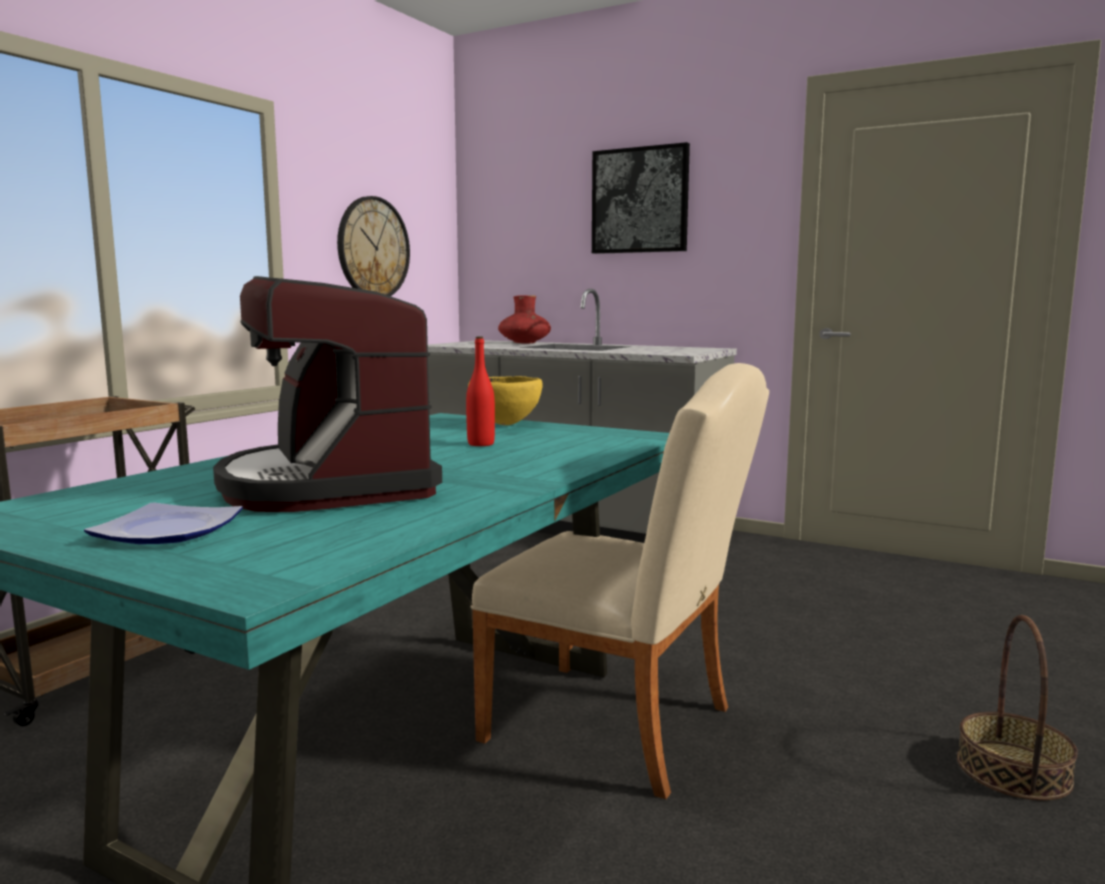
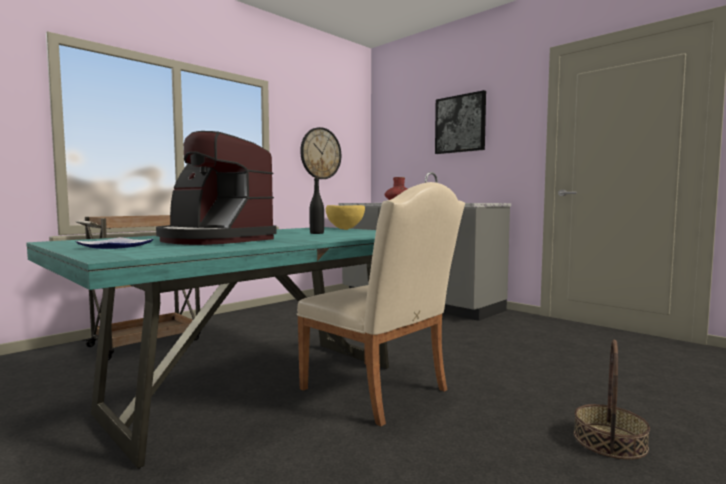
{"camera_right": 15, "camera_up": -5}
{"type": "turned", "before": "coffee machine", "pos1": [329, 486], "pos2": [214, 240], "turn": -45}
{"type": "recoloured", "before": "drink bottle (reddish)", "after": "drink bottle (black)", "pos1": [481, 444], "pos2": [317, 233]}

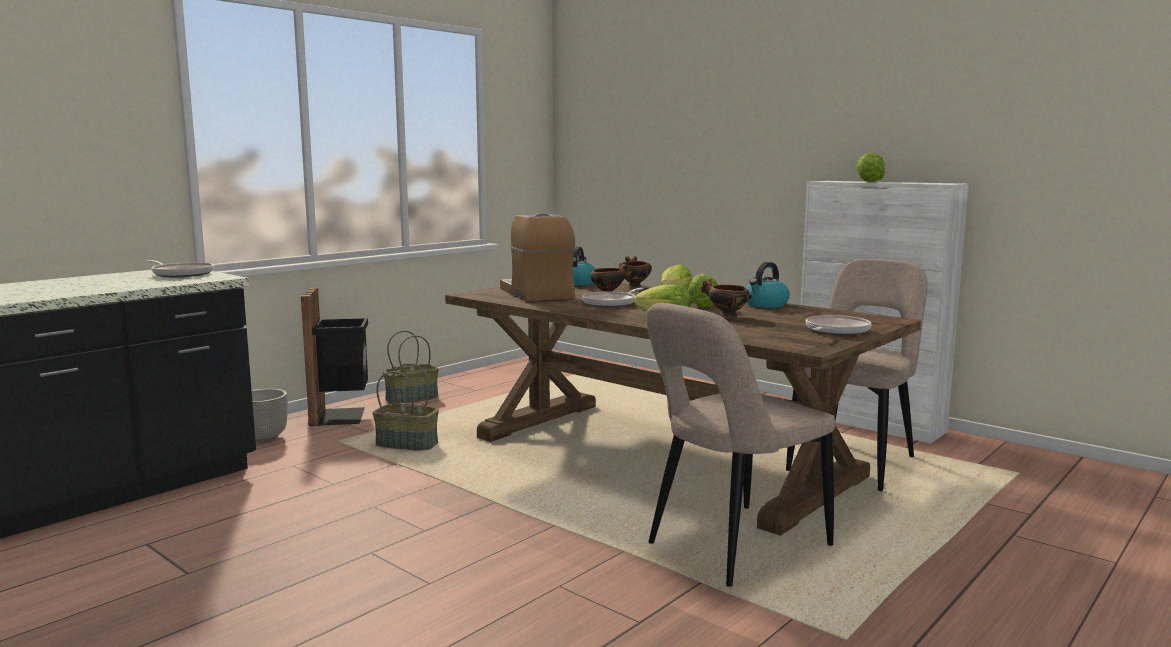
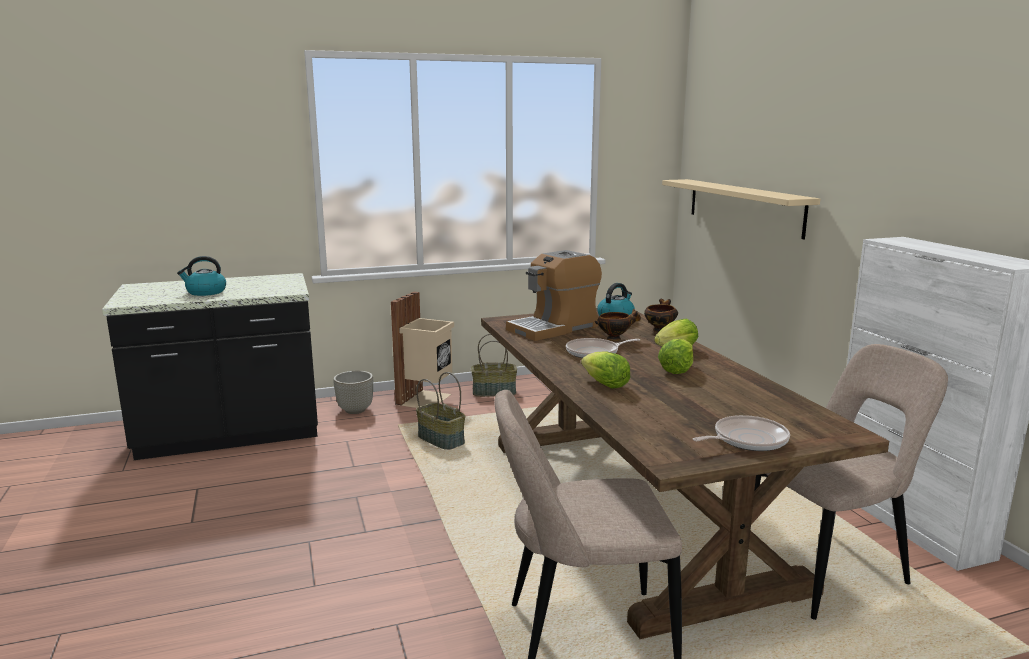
{"camera_right": 30, "camera_up": 5}
{"type": "removed", "before": "lettuce", "pos1": [868, 182]}
{"type": "turned", "before": "coffee machine", "pos1": [536, 293], "pos2": [554, 328], "turn": -135}
{"type": "removed", "before": "pan", "pos1": [181, 274]}
{"type": "moved", "before": "tea kettle", "pos1": [765, 305], "pos2": [205, 292]}
{"type": "removed", "before": "bowl", "pos1": [726, 316]}
{"type": "recoloured", "before": "rubbish bin (black)", "after": "rubbish bin (beige-coloured)", "pos1": [341, 416], "pos2": [426, 399]}
{"type": "added", "after": "shelf (beige-coloured)", "pos2": [743, 206]}

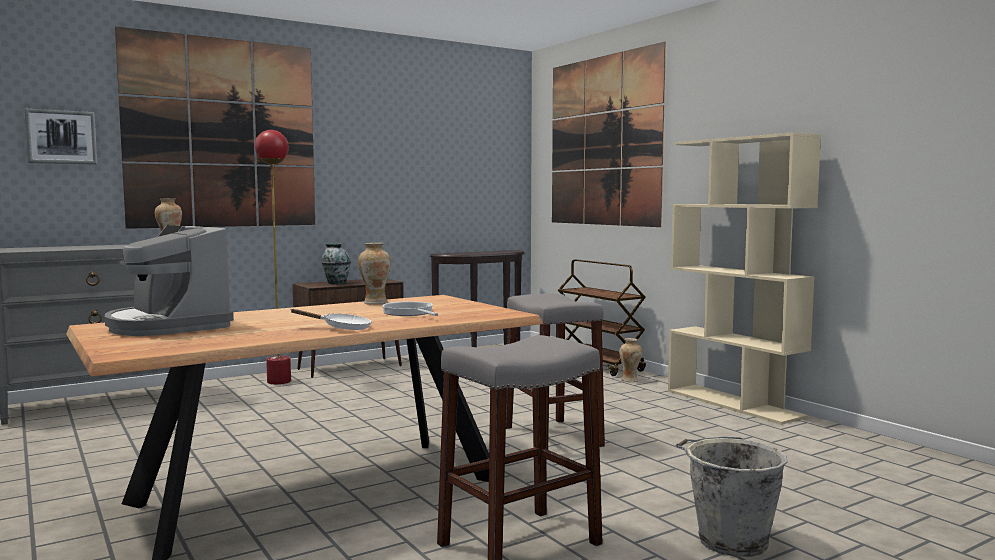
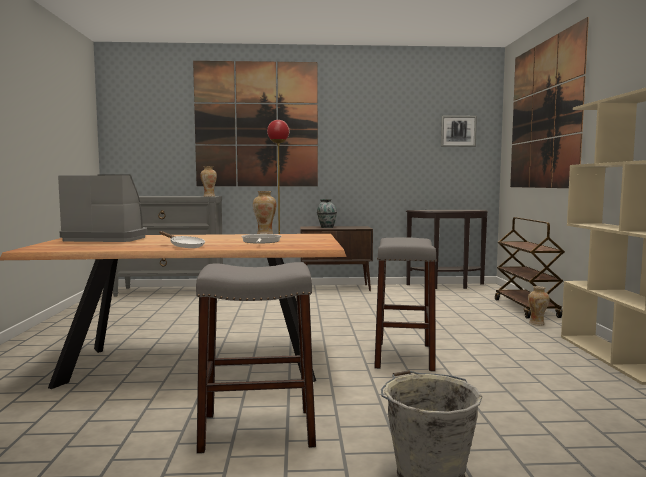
{"camera_right": 30, "camera_up": 0}
{"type": "moved", "before": "wall picture", "pos1": [61, 137], "pos2": [458, 131]}
{"type": "turned", "before": "coffee machine", "pos1": [168, 326], "pos2": [108, 238], "turn": 105}

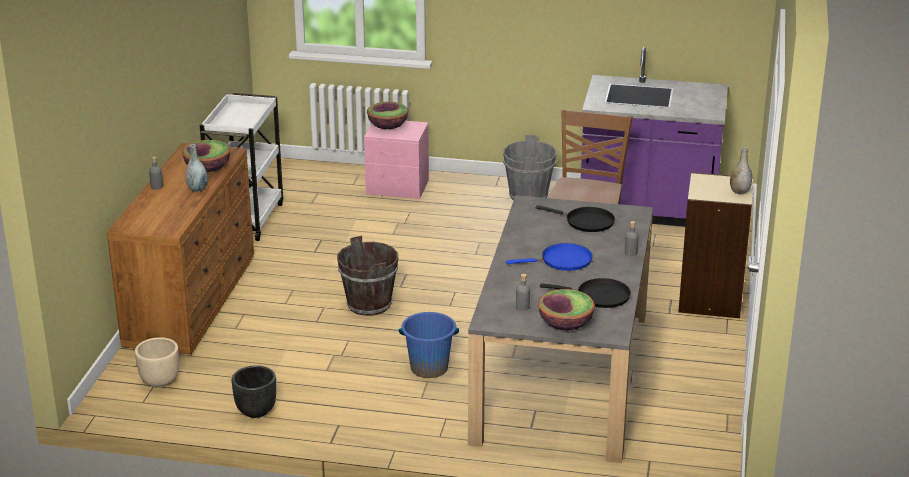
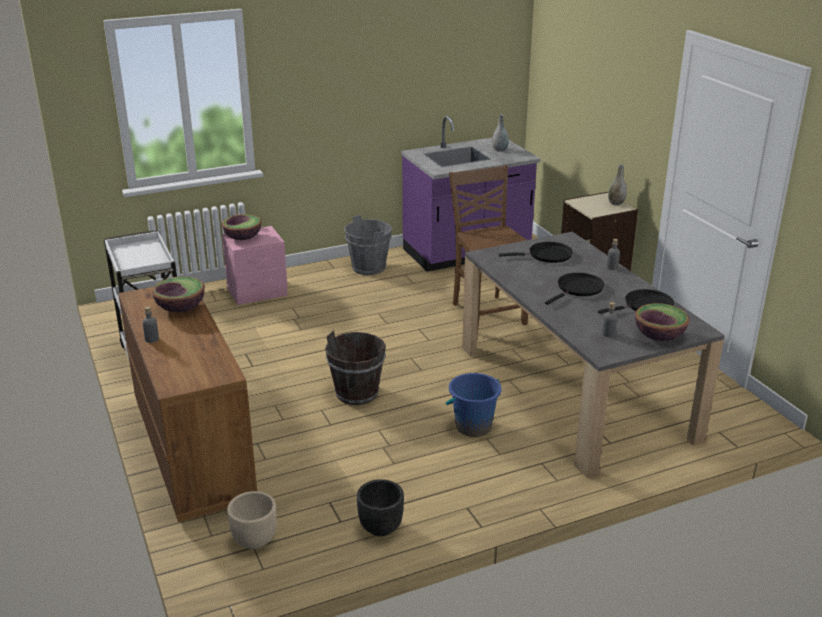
{"camera_right": -35, "camera_up": 0}
{"type": "moved", "before": "vase (greyish)", "pos1": [197, 189], "pos2": [499, 150]}
{"type": "recoloured", "before": "pan (blue-coloured)", "after": "pan (black)", "pos1": [563, 261], "pos2": [578, 289]}

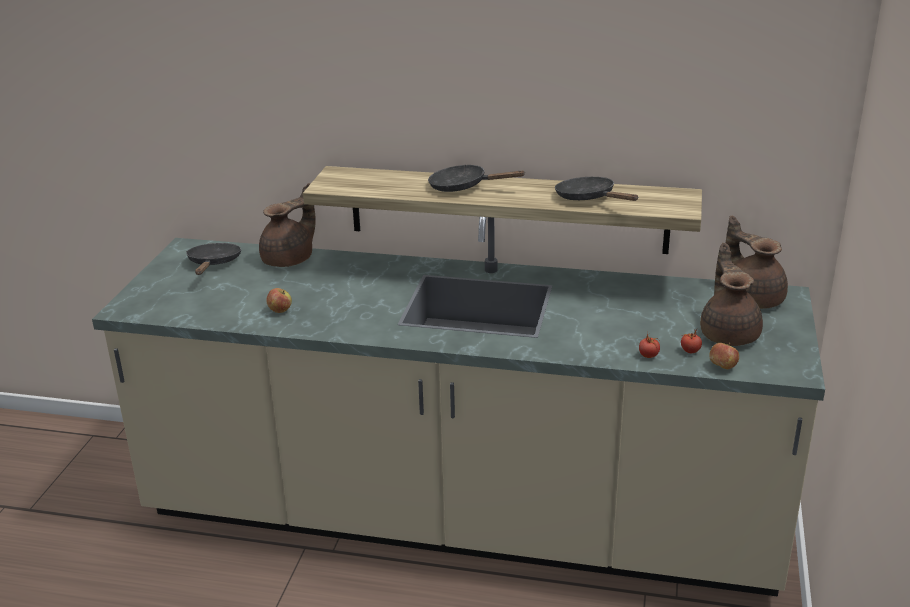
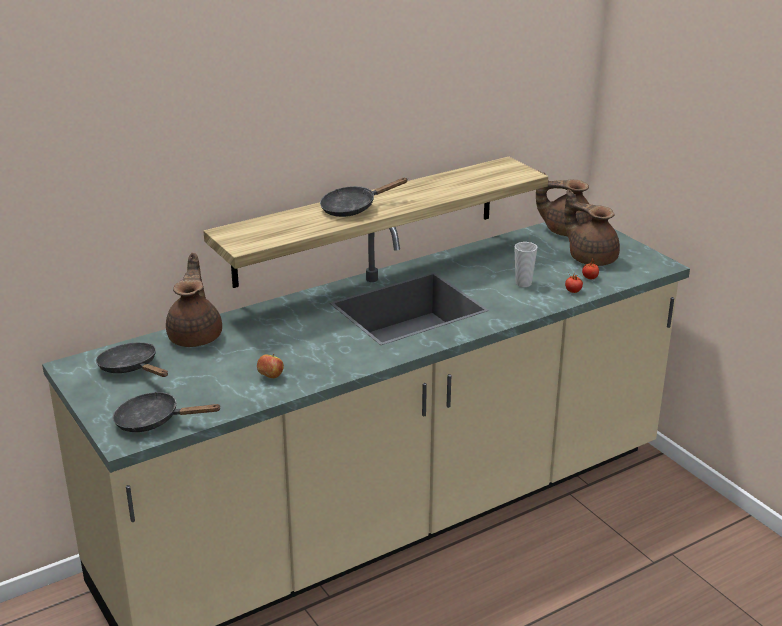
{"camera_right": -45, "camera_up": 0}
{"type": "moved", "before": "pan (black)", "pos1": [589, 198], "pos2": [154, 421]}
{"type": "removed", "before": "apple fruit", "pos1": [722, 367]}
{"type": "added", "after": "cup", "pos2": [523, 283]}

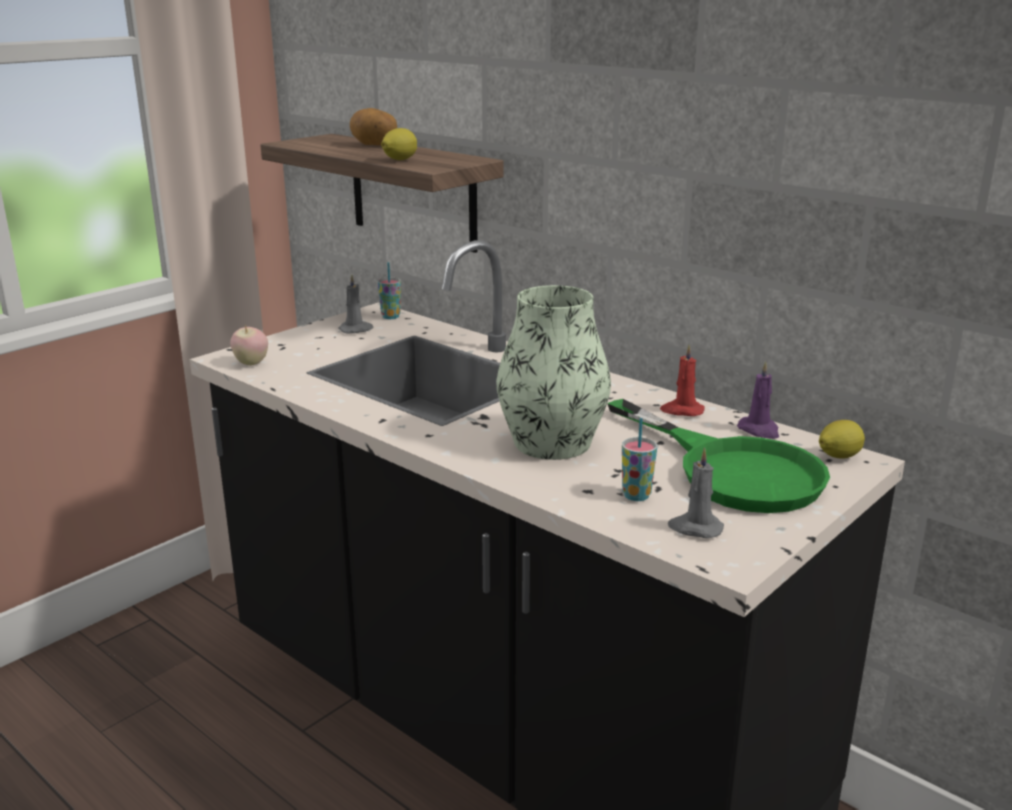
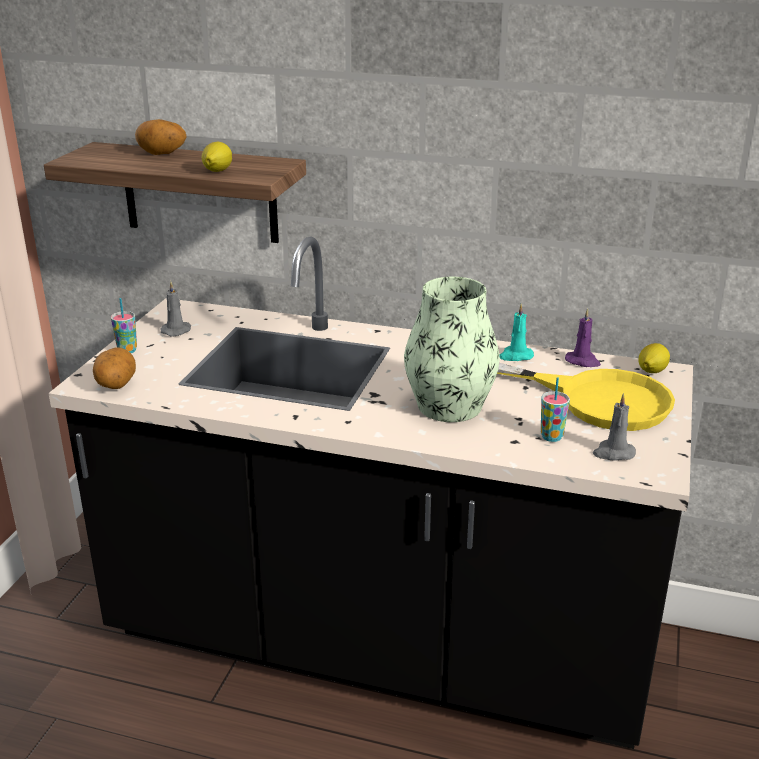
{"camera_right": -25, "camera_up": 5}
{"type": "moved", "before": "cup", "pos1": [390, 317], "pos2": [127, 351]}
{"type": "replaced", "before": "apple fruit", "after": "whole potato", "pos1": [251, 363], "pos2": [116, 385]}
{"type": "recoloured", "before": "wax light (reddish)", "after": "wax light (blue-green)", "pos1": [681, 410], "pos2": [515, 356]}
{"type": "recoloured", "before": "pan (green)", "after": "pan (yellow-coloured)", "pos1": [731, 470], "pos2": [594, 399]}

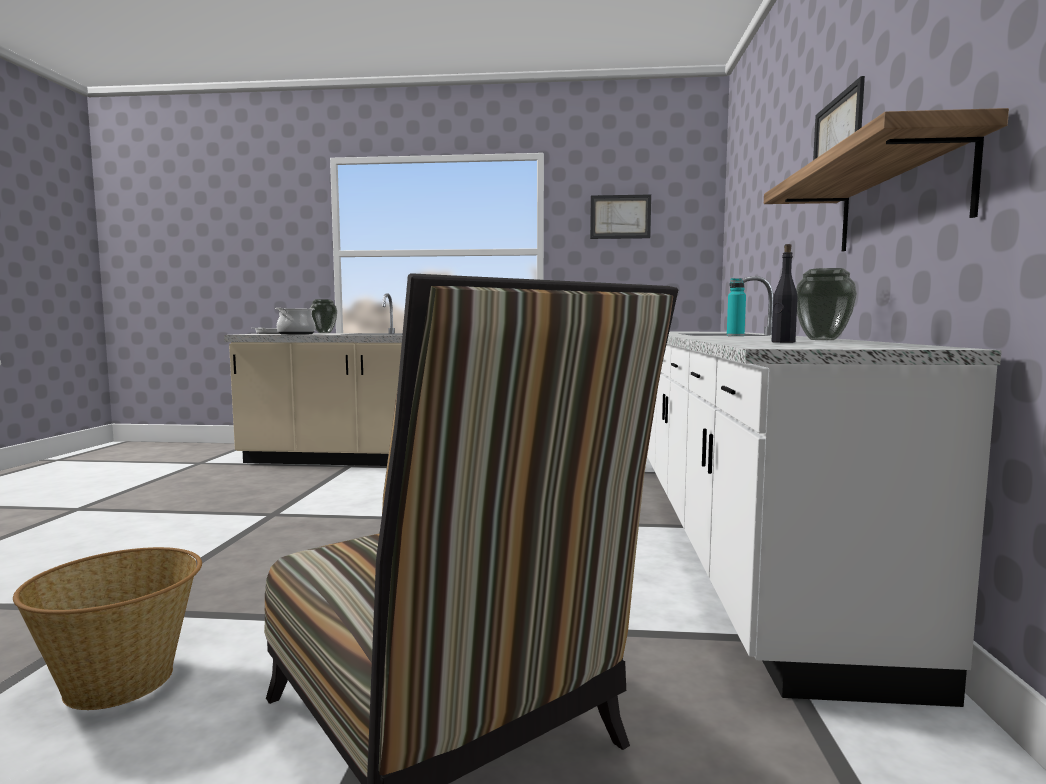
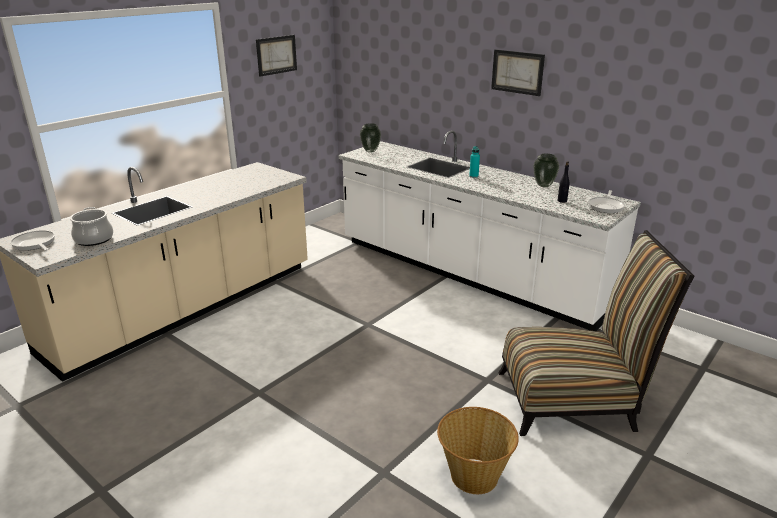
{"camera_right": -55, "camera_up": 20}
{"type": "removed", "before": "shelf", "pos1": [899, 199]}
{"type": "moved", "before": "vase", "pos1": [324, 333], "pos2": [370, 151]}
{"type": "added", "after": "pan", "pos2": [606, 206]}

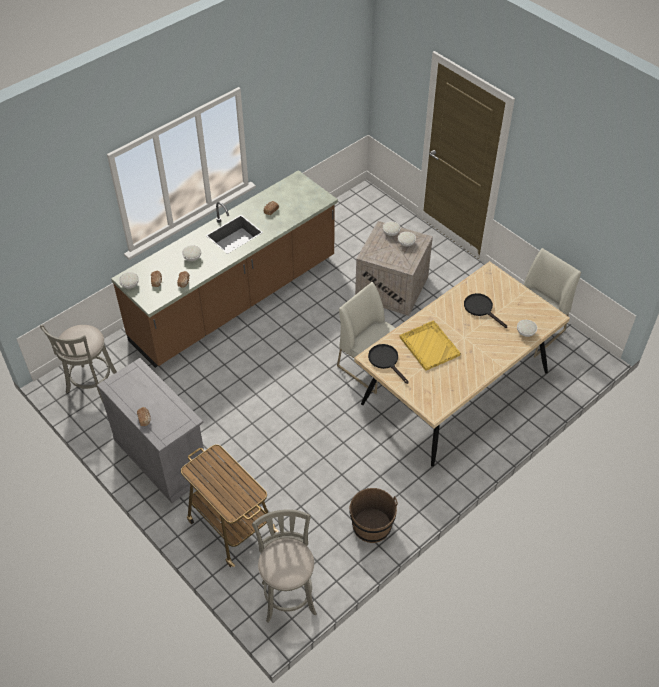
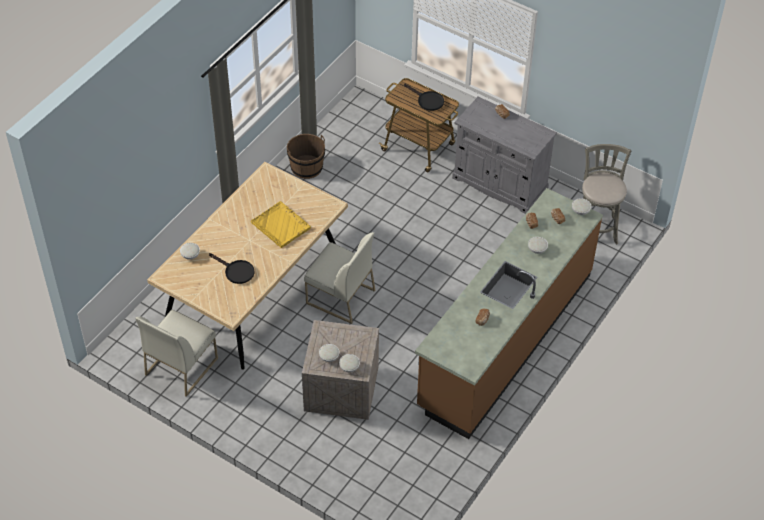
{"camera_right": 165, "camera_up": 0}
{"type": "moved", "before": "pan (black)", "pos1": [386, 361], "pos2": [427, 100]}
{"type": "removed", "before": "stool (greyish)", "pos1": [288, 595]}

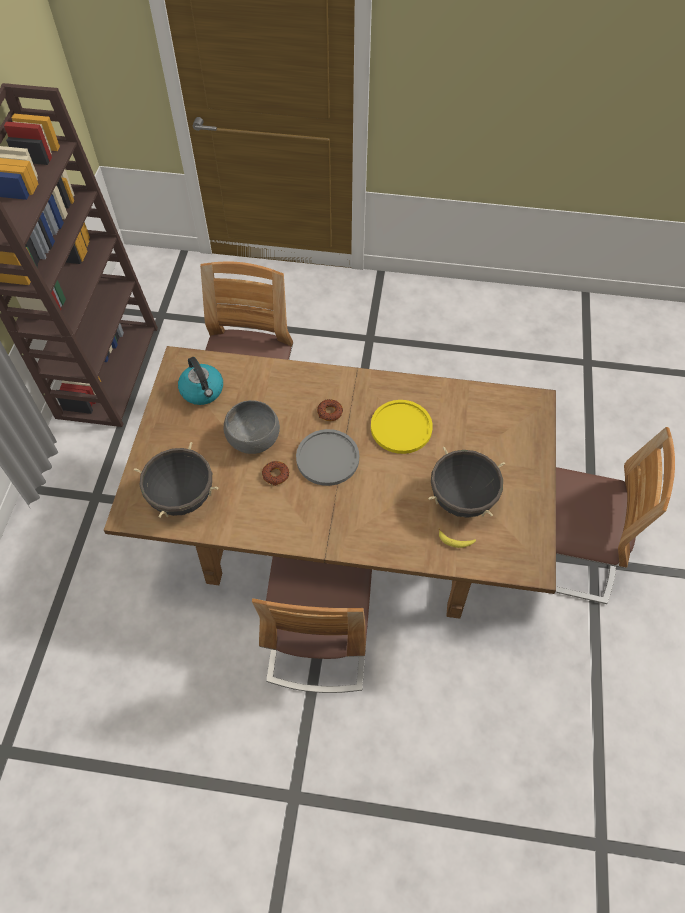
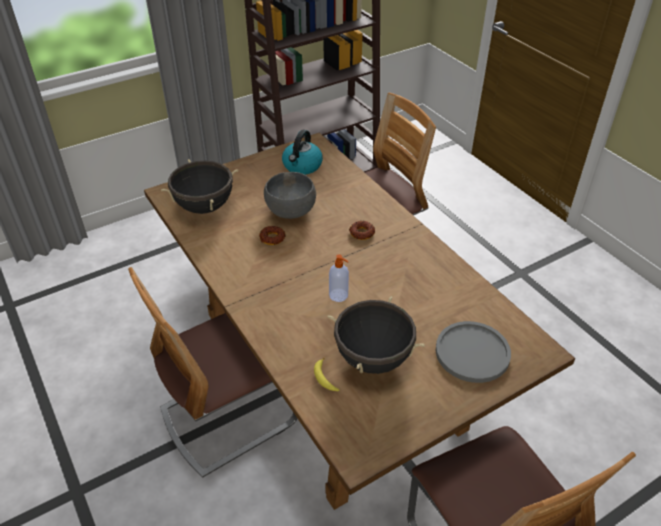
{"camera_right": 50, "camera_up": -15}
{"type": "removed", "before": "plate (yellow-coloured)", "pos1": [401, 427]}
{"type": "moved", "before": "plate (greyish)", "pos1": [327, 458], "pos2": [472, 353]}
{"type": "added", "after": "soap bottle", "pos2": [339, 295]}

